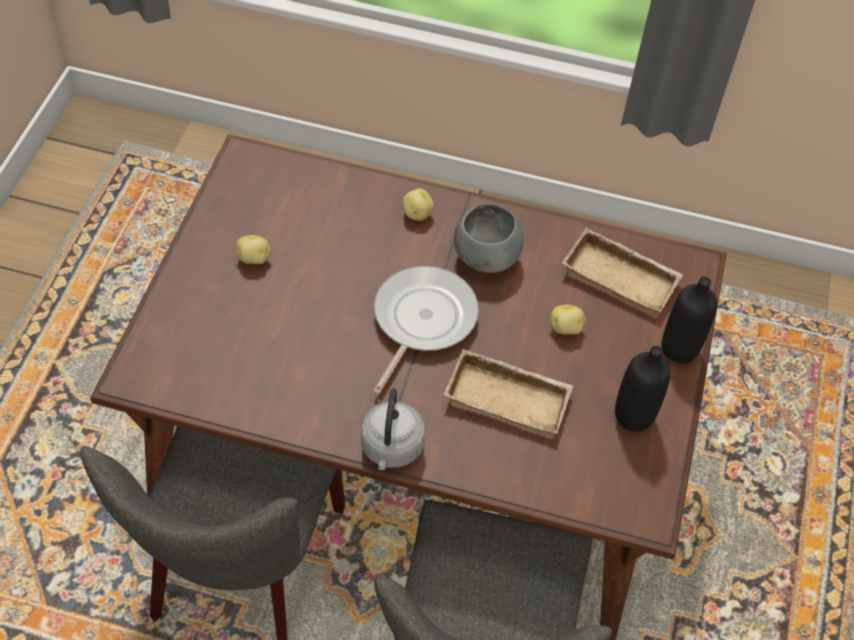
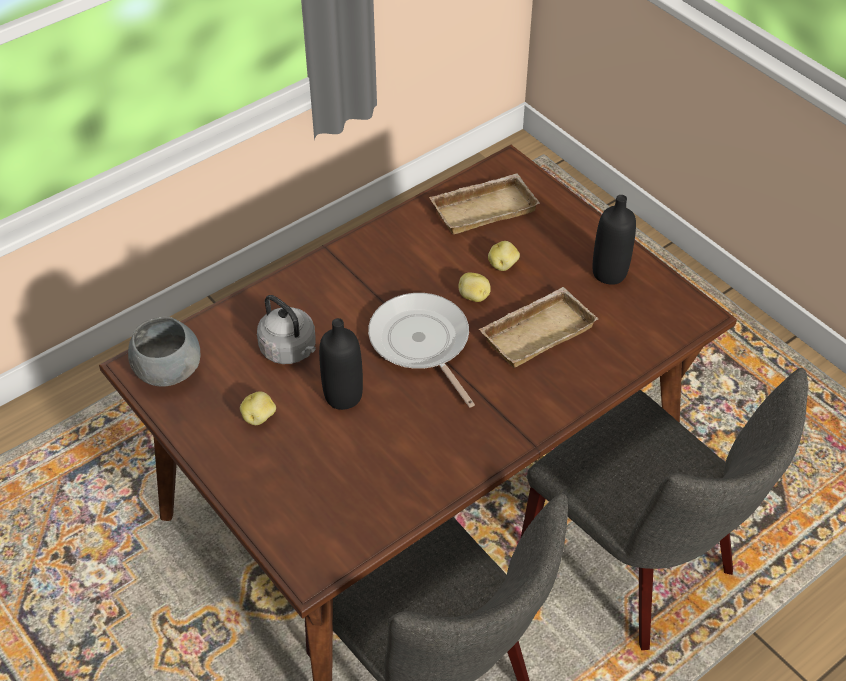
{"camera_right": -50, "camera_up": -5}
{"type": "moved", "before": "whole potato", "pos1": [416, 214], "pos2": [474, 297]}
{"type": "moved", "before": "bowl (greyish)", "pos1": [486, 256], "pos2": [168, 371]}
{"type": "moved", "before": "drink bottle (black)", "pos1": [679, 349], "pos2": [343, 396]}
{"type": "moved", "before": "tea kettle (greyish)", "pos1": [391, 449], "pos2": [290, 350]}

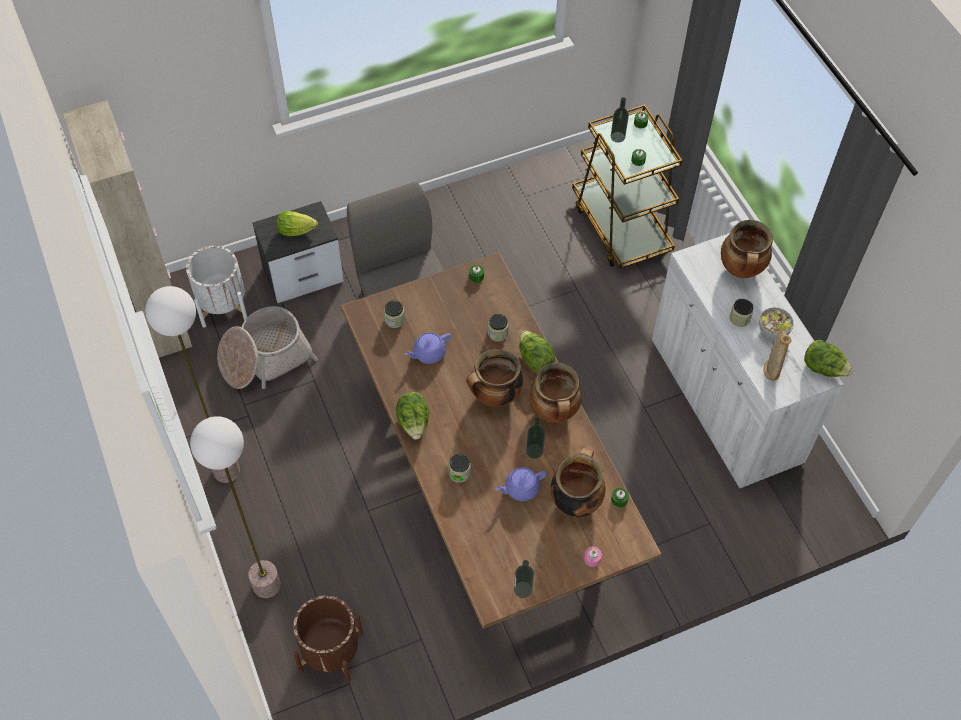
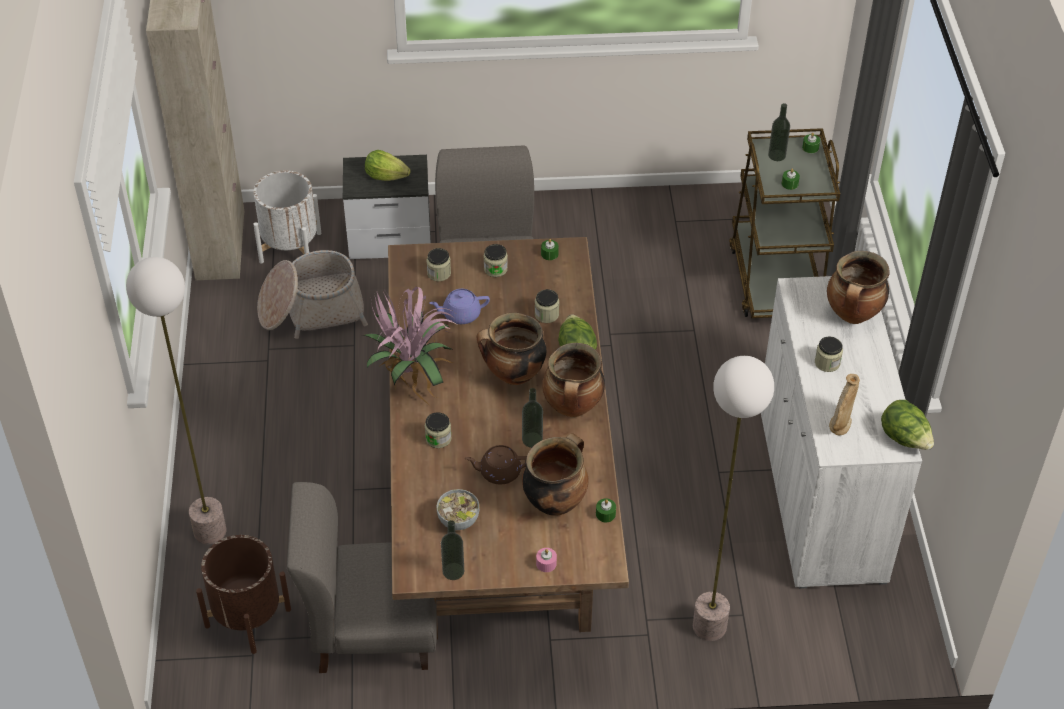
{"camera_right": 20, "camera_up": -10}
{"type": "moved", "before": "standard lamp", "pos1": [226, 471], "pos2": [709, 627]}
{"type": "moved", "before": "bowl", "pos1": [772, 331], "pos2": [458, 520]}
{"type": "replaced", "before": "lettuce", "after": "houseplant", "pos1": [413, 423], "pos2": [411, 377]}
{"type": "recoloured", "before": "pot for tea (purplish)", "after": "pot for tea (brown-coloured)", "pos1": [521, 488], "pos2": [499, 472]}
{"type": "added", "after": "jar", "pos2": [495, 269]}
{"type": "added", "after": "upright chair (greyish)", "pos2": [372, 629]}

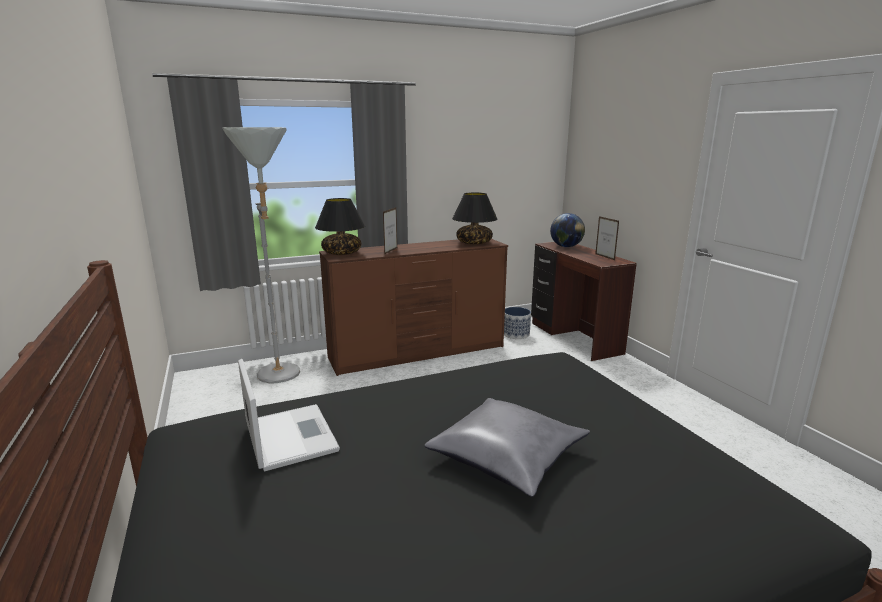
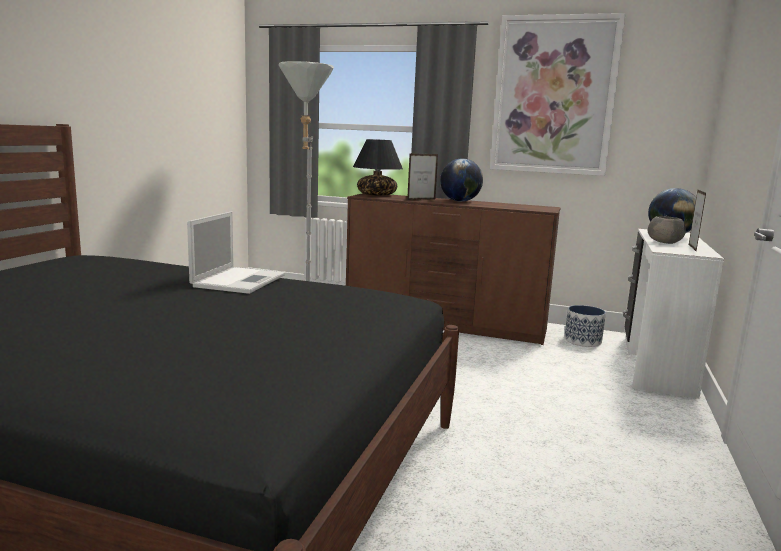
{"camera_right": 40, "camera_up": -5}
{"type": "removed", "before": "table lamp (black)", "pos1": [474, 243]}
{"type": "recoloured", "before": "desk unit (brown-coloured)", "after": "desk unit (whitish)", "pos1": [573, 338], "pos2": [654, 364]}
{"type": "moved", "before": "notebook computer", "pos1": [290, 436], "pos2": [240, 280]}
{"type": "removed", "before": "cushion (greyish)", "pos1": [507, 455]}
{"type": "added", "after": "wall picture", "pos2": [554, 96]}
{"type": "added", "after": "desk globe", "pos2": [460, 201]}
{"type": "added", "after": "bowl (greyish)", "pos2": [665, 242]}

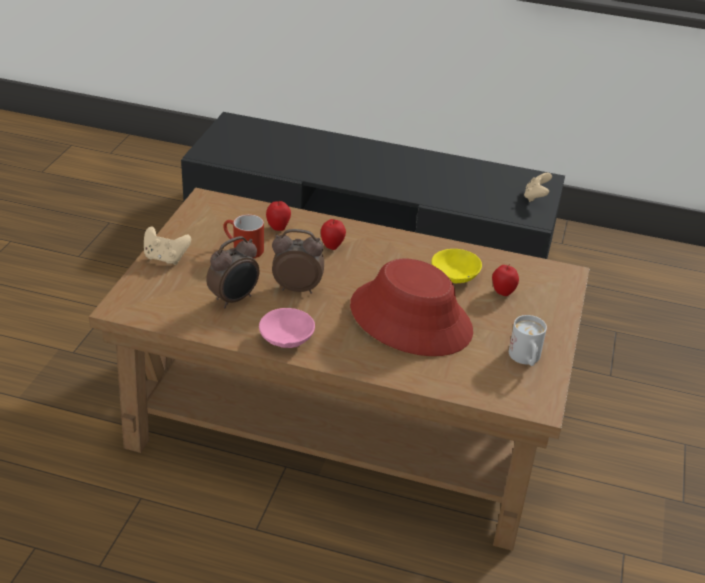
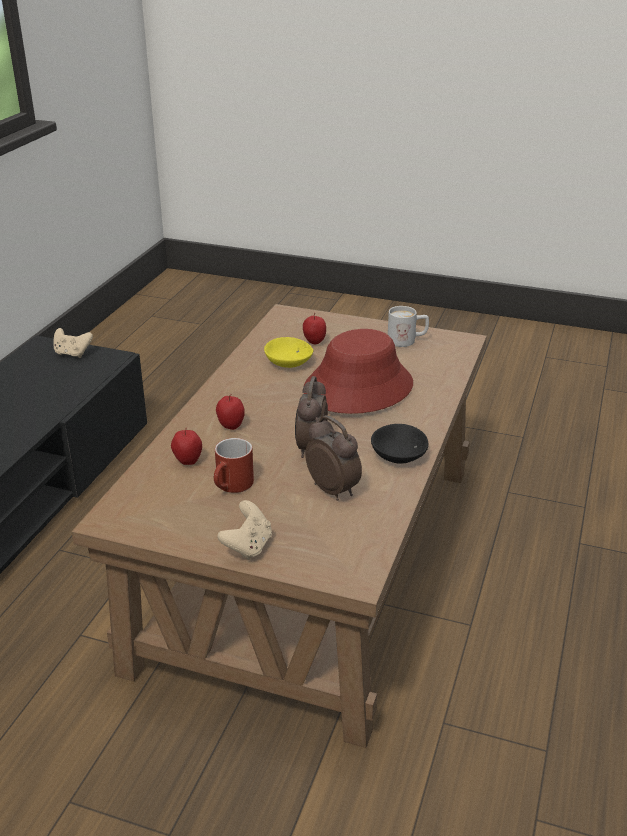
{"camera_right": -85, "camera_up": -5}
{"type": "recoloured", "before": "bowl (pink)", "after": "bowl (black)", "pos1": [287, 337], "pos2": [397, 455]}

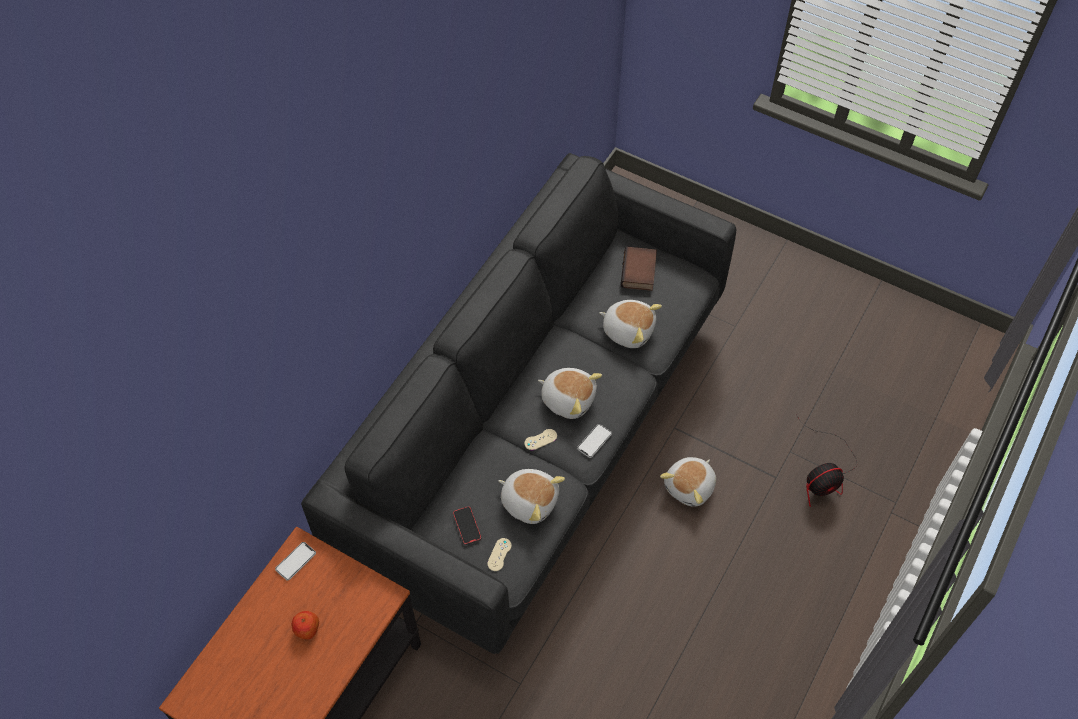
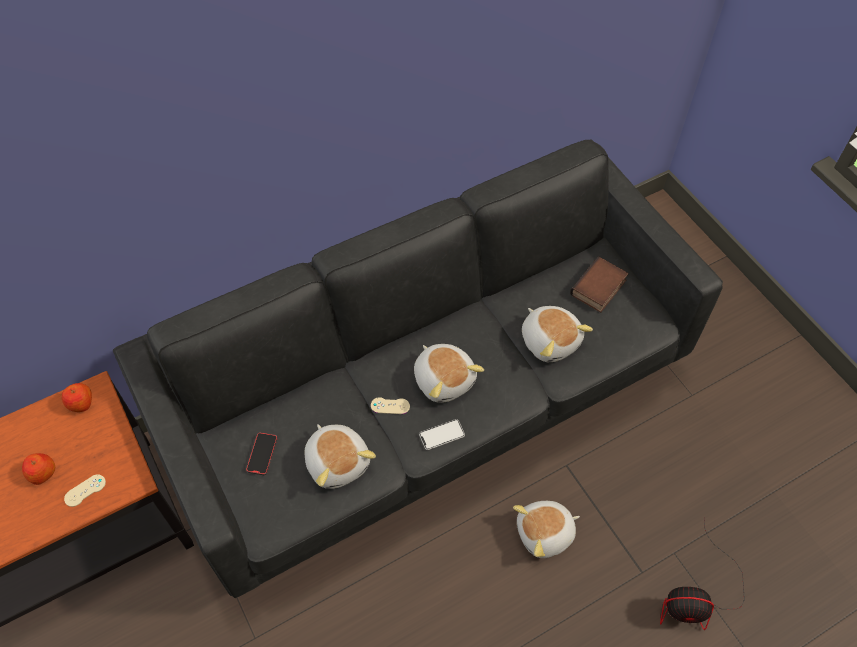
{"camera_right": 30, "camera_up": 0}
{"type": "moved", "before": "gamepad (beige-coloured)", "pos1": [499, 554], "pos2": [85, 490]}
{"type": "replaced", "before": "telephone", "after": "apple fruit", "pos1": [295, 561], "pos2": [81, 403]}

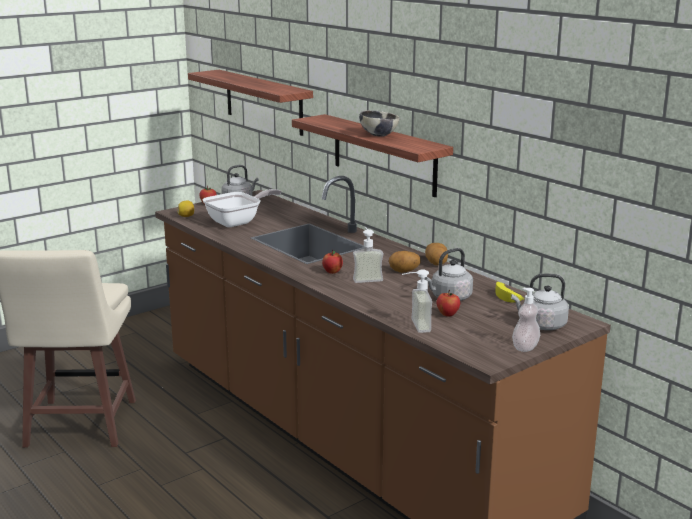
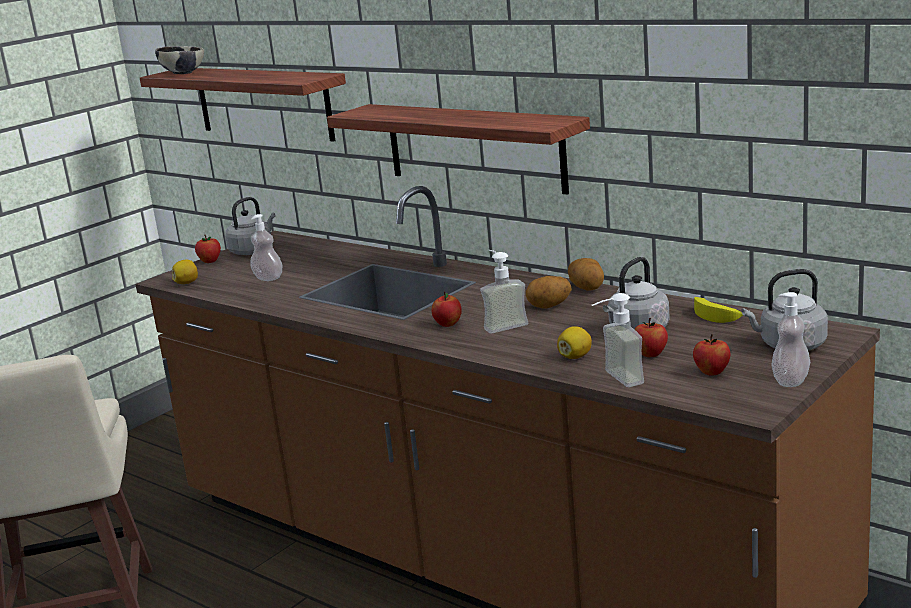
{"camera_right": -10, "camera_up": 0}
{"type": "moved", "before": "bowl", "pos1": [378, 135], "pos2": [183, 73]}
{"type": "replaced", "before": "pan", "after": "soap bottle", "pos1": [238, 222], "pos2": [268, 278]}
{"type": "added", "after": "whole lemon", "pos2": [575, 357]}
{"type": "added", "after": "apple fruit", "pos2": [712, 372]}

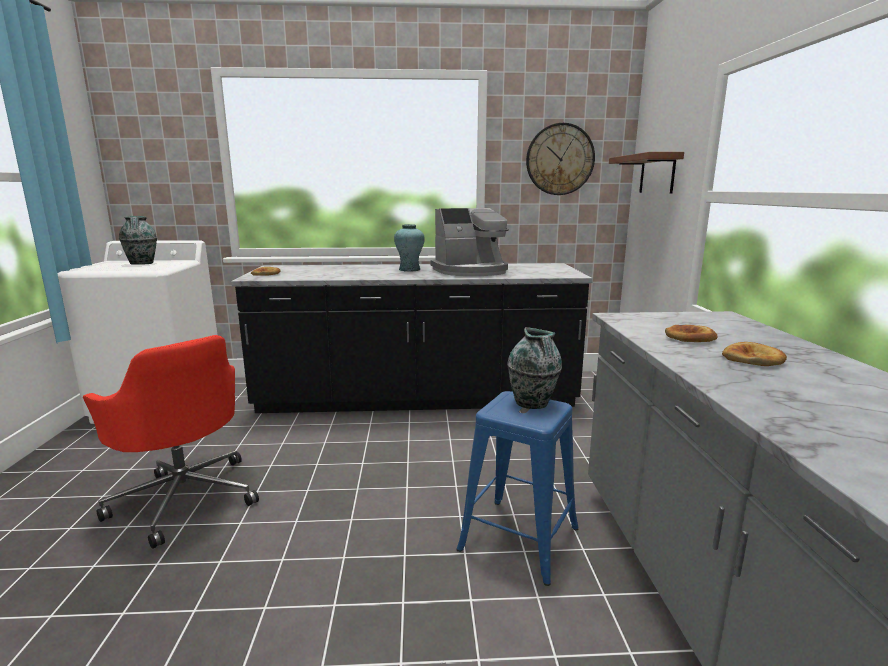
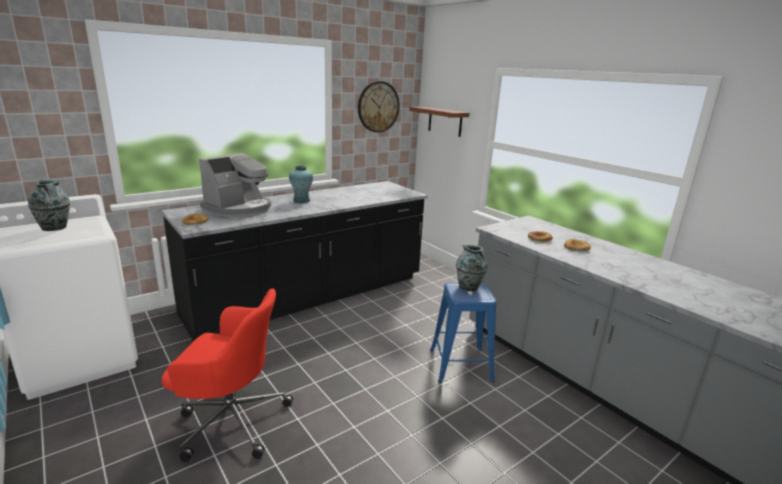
{"camera_right": -35, "camera_up": 5}
{"type": "moved", "before": "coffee machine", "pos1": [471, 271], "pos2": [239, 208]}

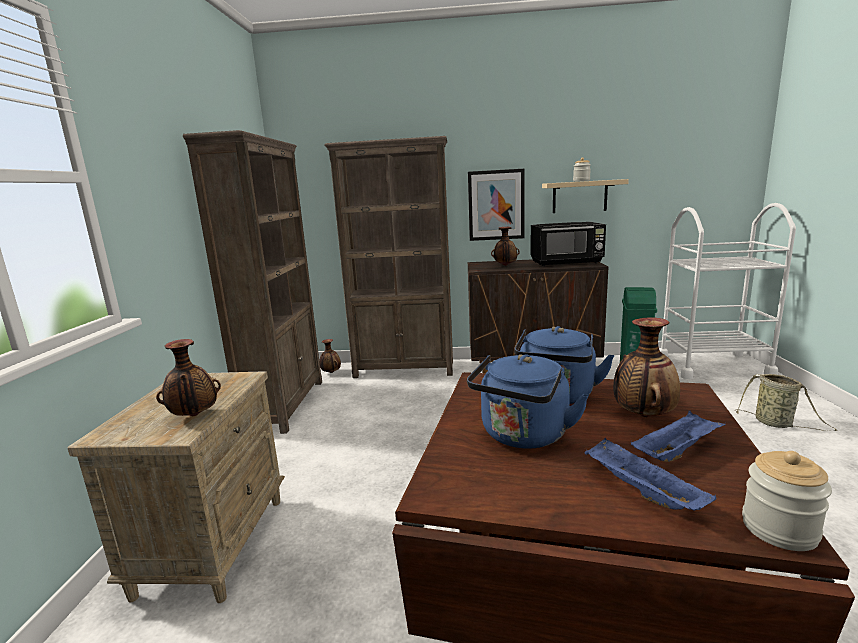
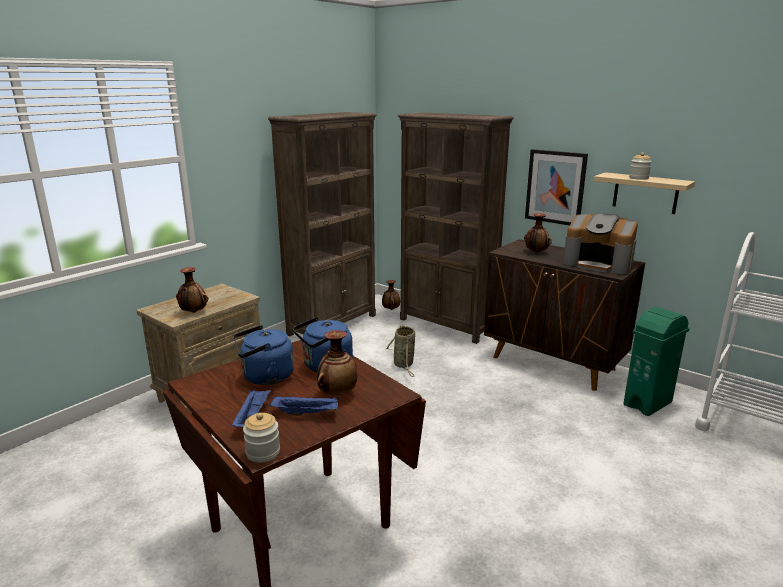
{"camera_right": 35, "camera_up": 5}
{"type": "replaced", "before": "microwave oven (black)", "after": "coffee machine", "pos1": [567, 262], "pos2": [598, 264]}
{"type": "moved", "before": "storage basket", "pos1": [776, 424], "pos2": [404, 365]}

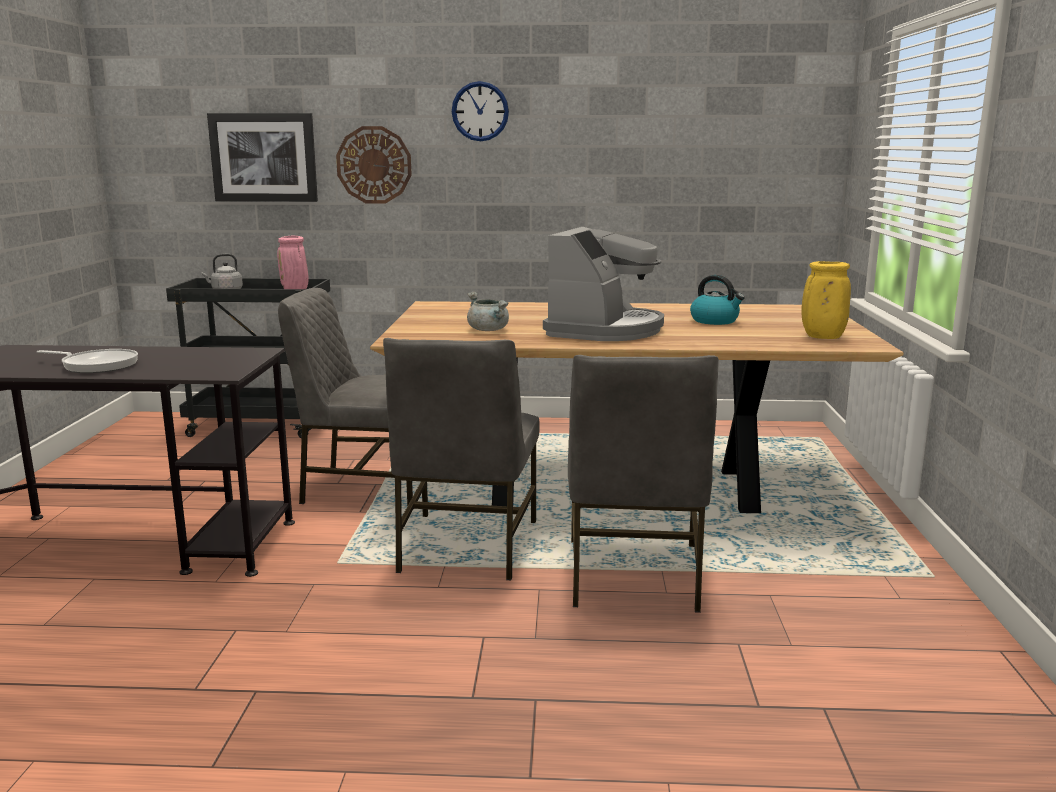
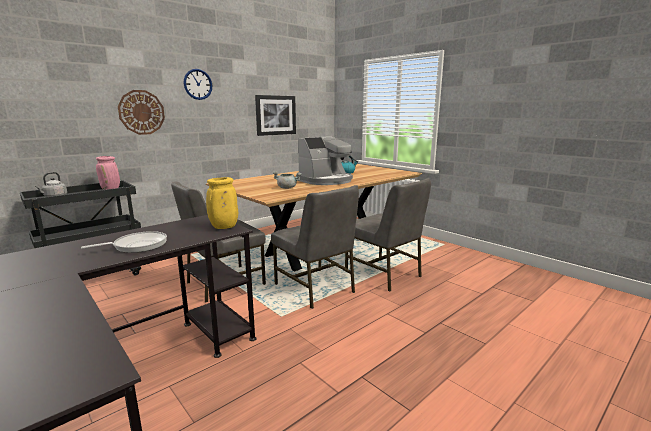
{"camera_right": -45, "camera_up": 0}
{"type": "moved", "before": "wall picture", "pos1": [264, 157], "pos2": [275, 115]}
{"type": "turned", "before": "coffee machine", "pos1": [605, 330], "pos2": [326, 180], "turn": 75}
{"type": "moved", "before": "vase (yellow-coloured)", "pos1": [821, 337], "pos2": [223, 227]}

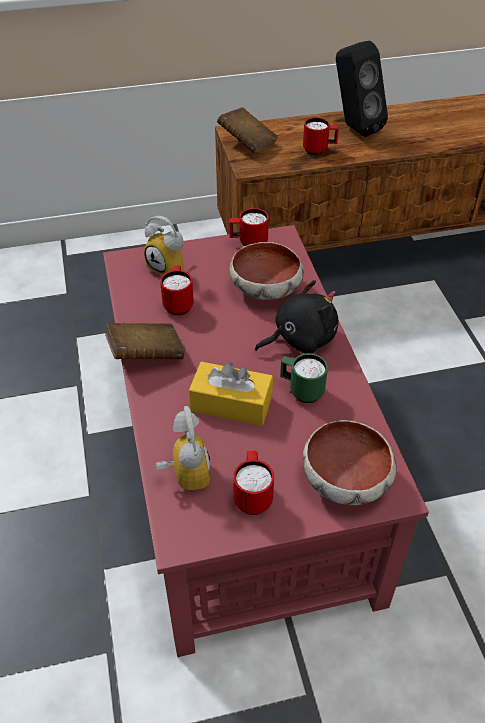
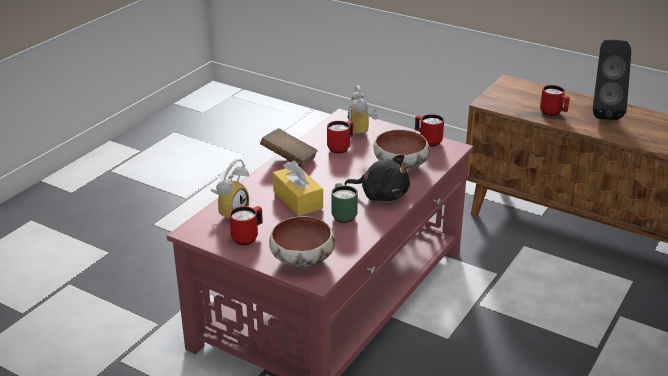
{"camera_right": 45, "camera_up": -15}
{"type": "removed", "before": "book (brown-coloured)", "pos1": [247, 143]}

